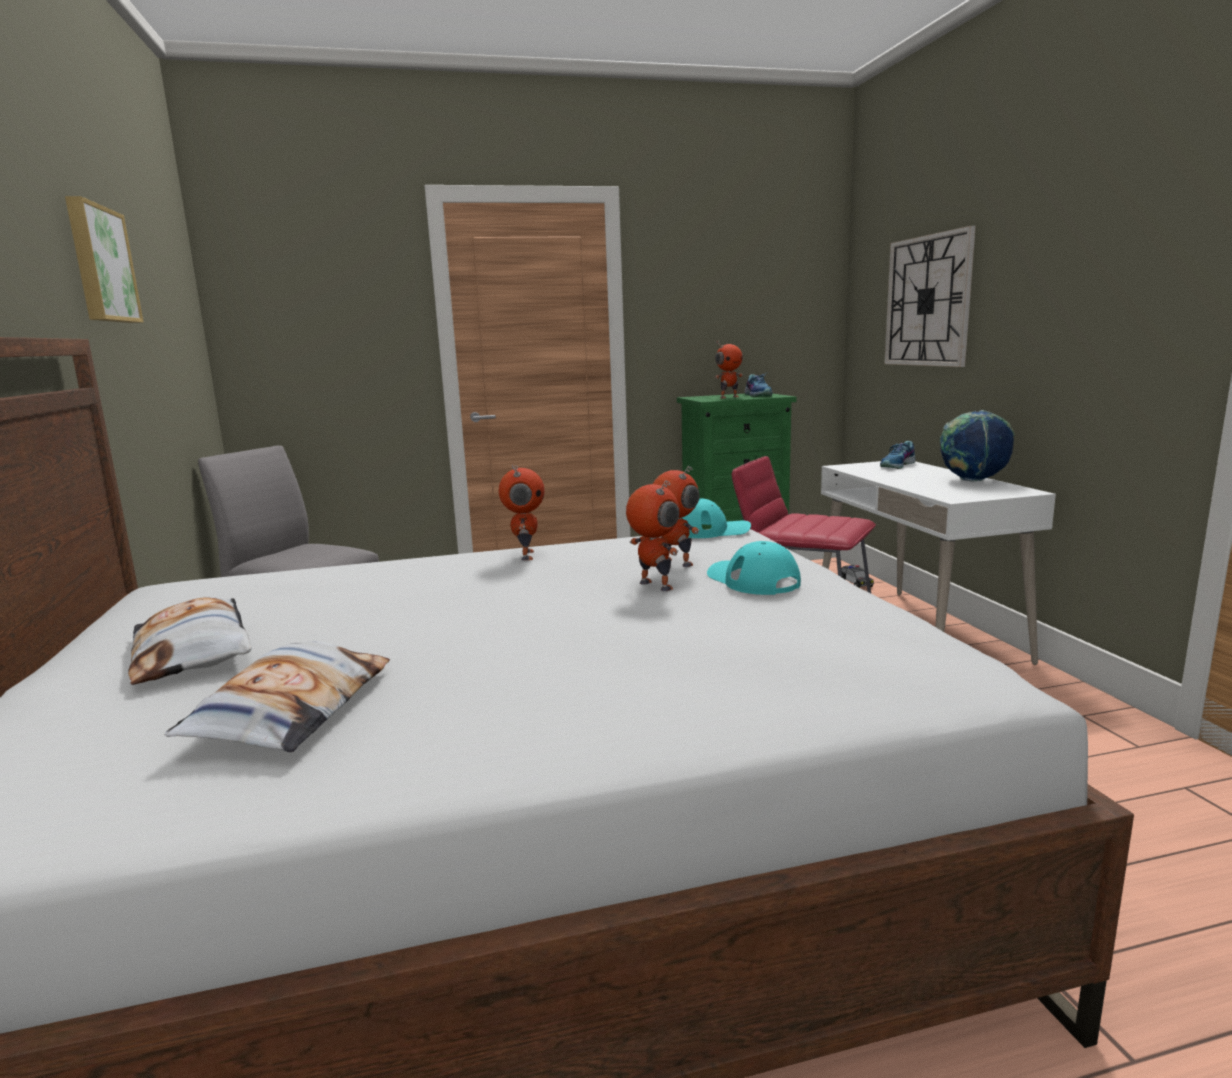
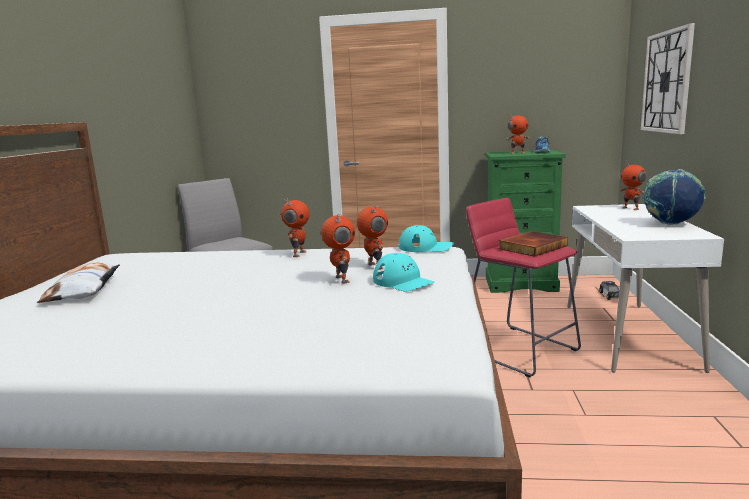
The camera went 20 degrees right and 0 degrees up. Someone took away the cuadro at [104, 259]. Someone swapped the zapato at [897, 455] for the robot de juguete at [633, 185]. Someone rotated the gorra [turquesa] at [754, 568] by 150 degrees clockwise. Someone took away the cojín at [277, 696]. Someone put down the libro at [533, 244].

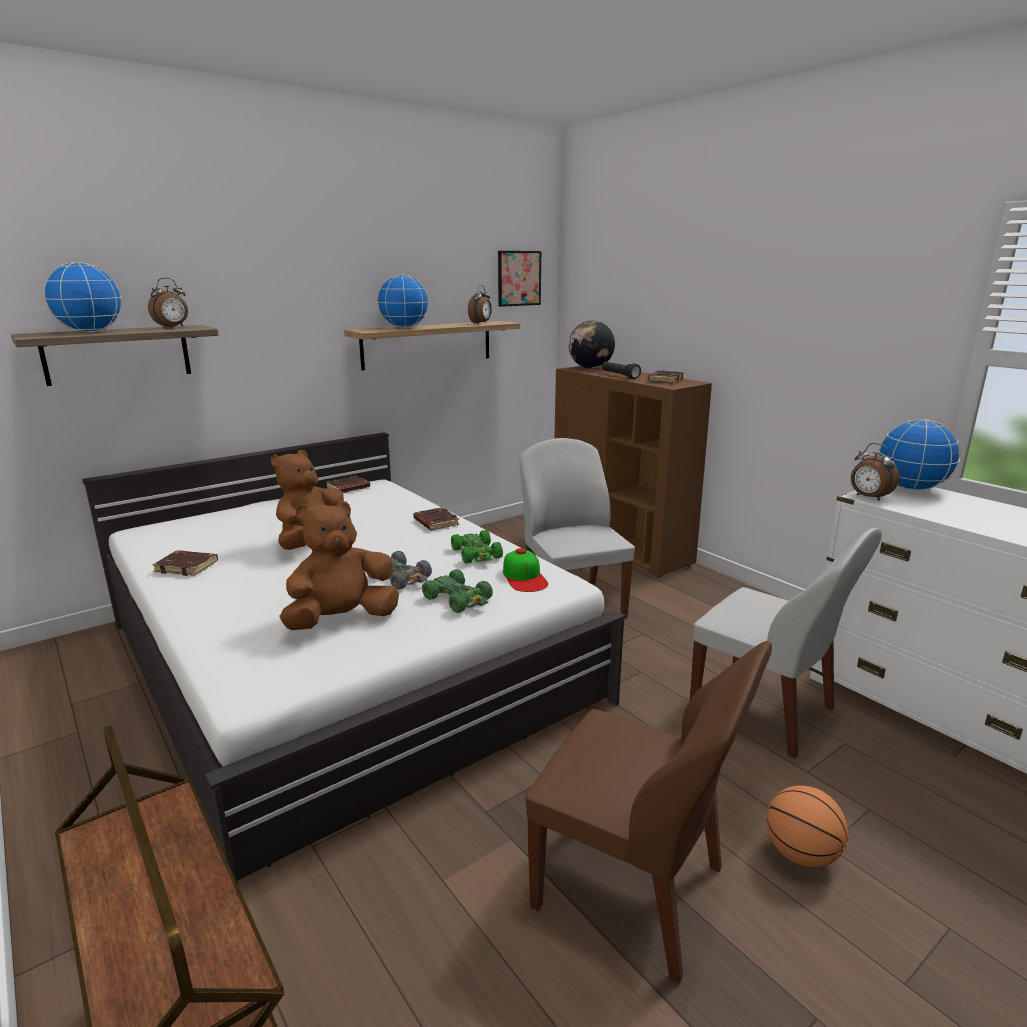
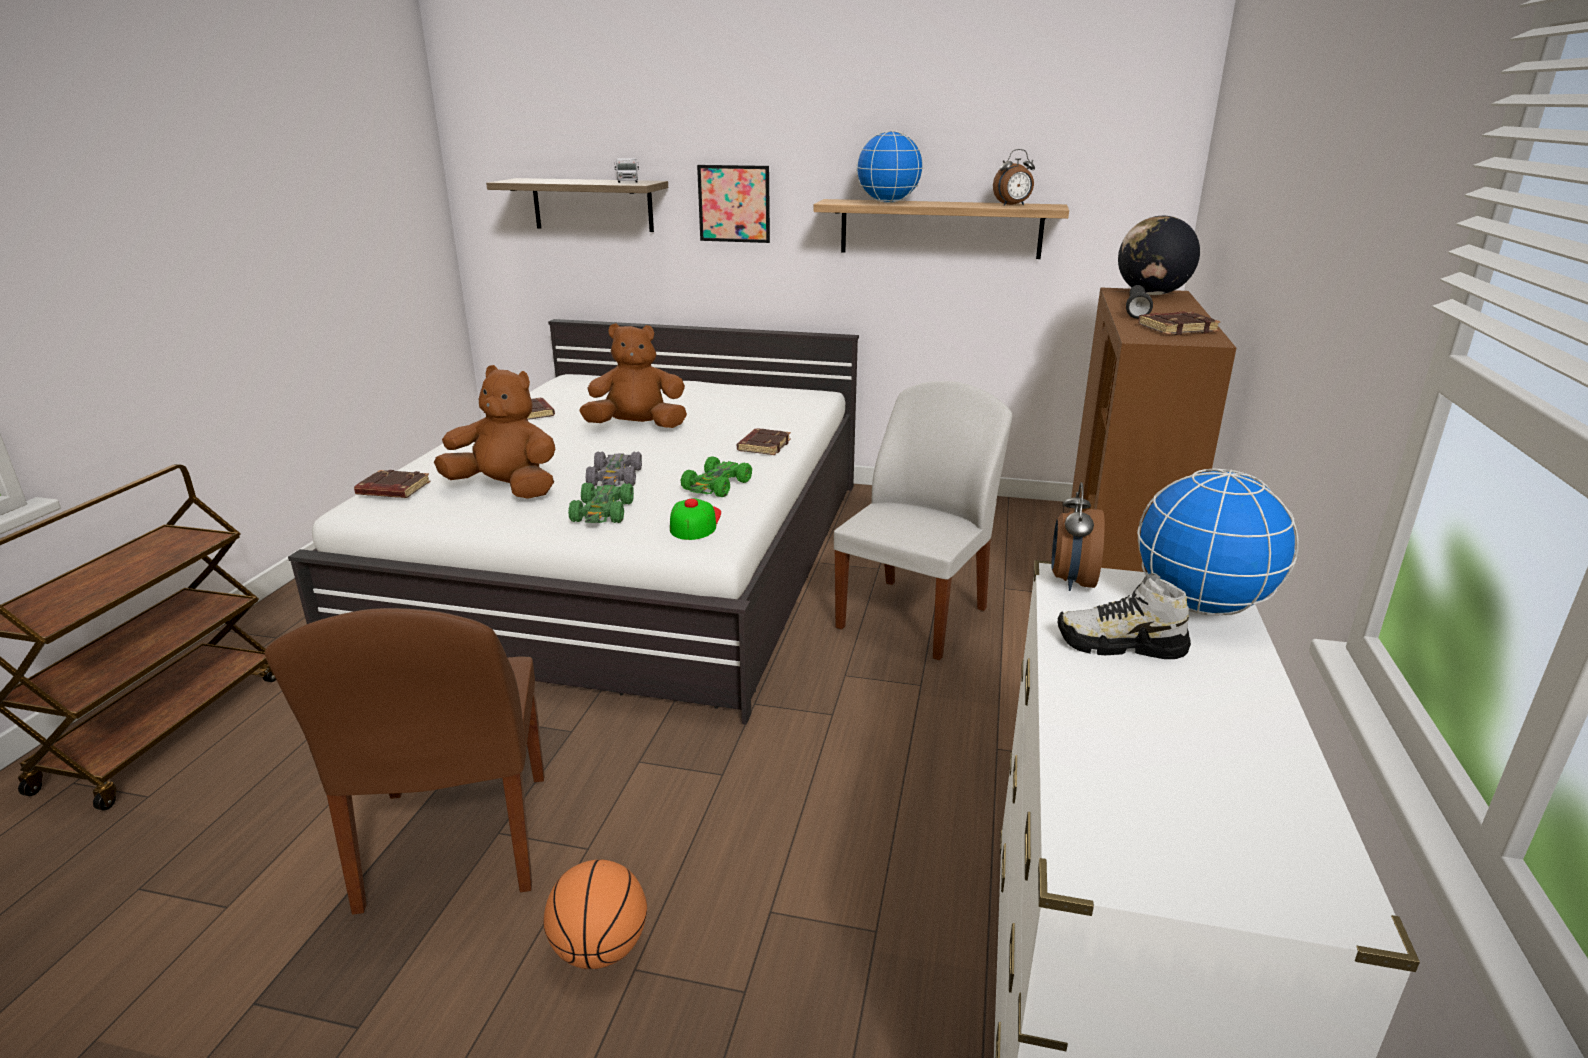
The camera went 50 degrees right and 5 degrees up. Someone carried the cuadro from [519, 279] to [733, 204]. Someone took away the globo terráqueo at [83, 297]. Someone swapped the despertador at [168, 303] for the camión de juguete at [626, 170]. Someone carried the libro [marrón] from [348, 484] to [392, 484]. Someone took away the silla [blanco] at [786, 643]. Someone rotated the gorra at [525, 570] by 150 degrees clockwise. Someone put down the zapato at [1124, 616].

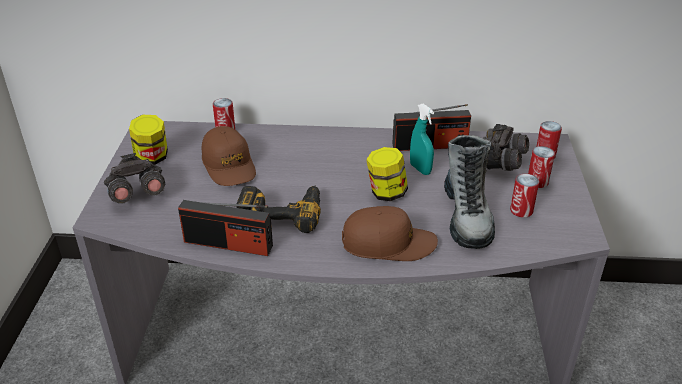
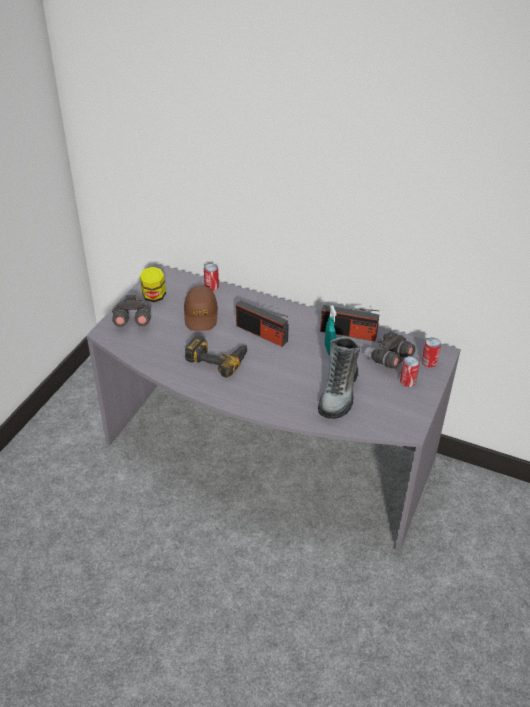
The camera went 20 degrees right and 5 degrees up. Someone took away the tarro at [387, 174]. Someone took away the lata at [524, 196]. Someone carried the radio from [225, 228] to [262, 323]. Someone took away the gorra [marrón] at [390, 233].

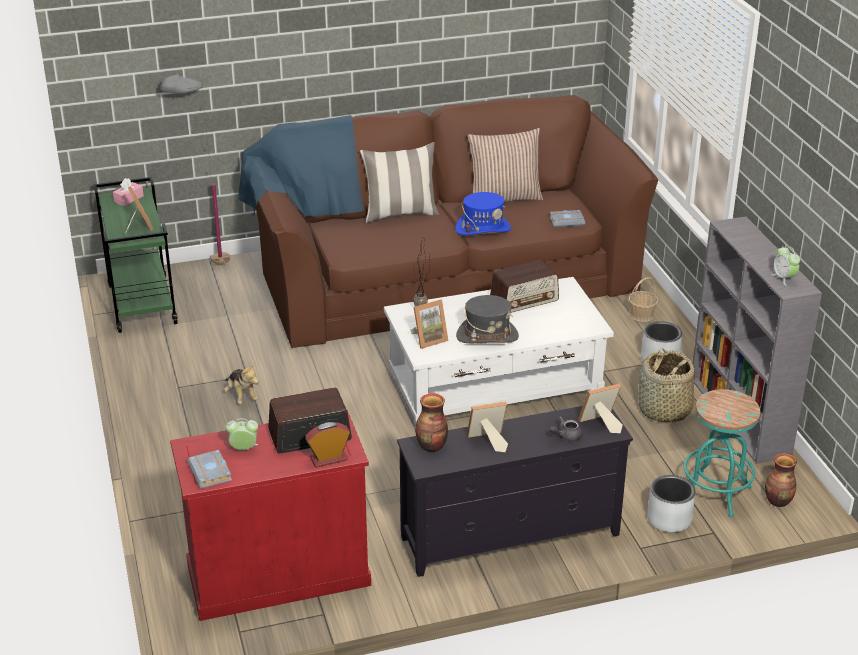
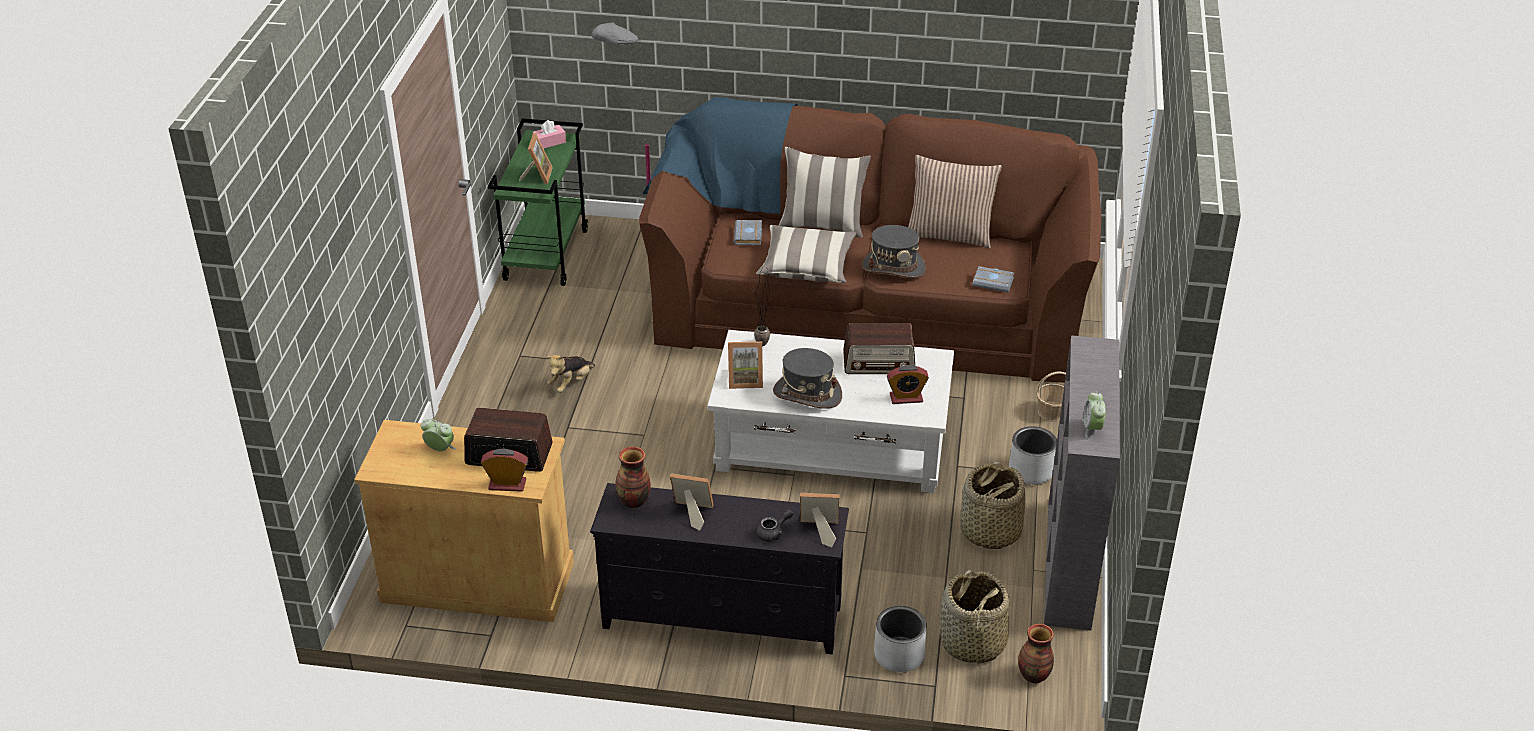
The camera went 25 degrees right and 5 degrees up. Someone repainted the sombrero [azul] at [483, 213], which became the sombrero [gris] at [894, 251]. Someone rotated the peluche at [241, 383] by 45 degrees clockwise. Someone swapped the taburete [turquesa] at [722, 453] for the cesta at [974, 618]. Someone repainted the armario [rojo] at [270, 515], which became the armario [beis] at [464, 521]. Someone rotated the tetera [gris] at [565, 429] by 150 degrees clockwise. Someone carried the libro [gris] from [210, 469] to [748, 232]. Someone put down the cojín at [806, 254]. Someone put down the despertador at [908, 384].

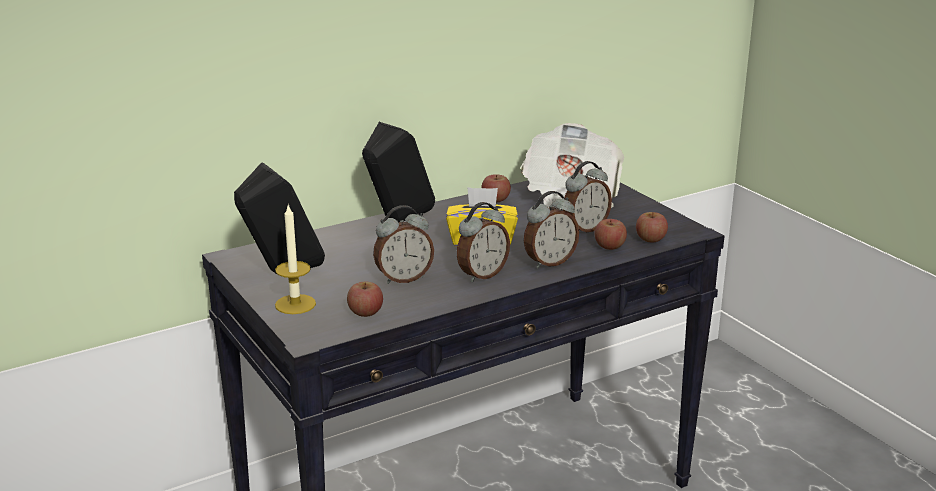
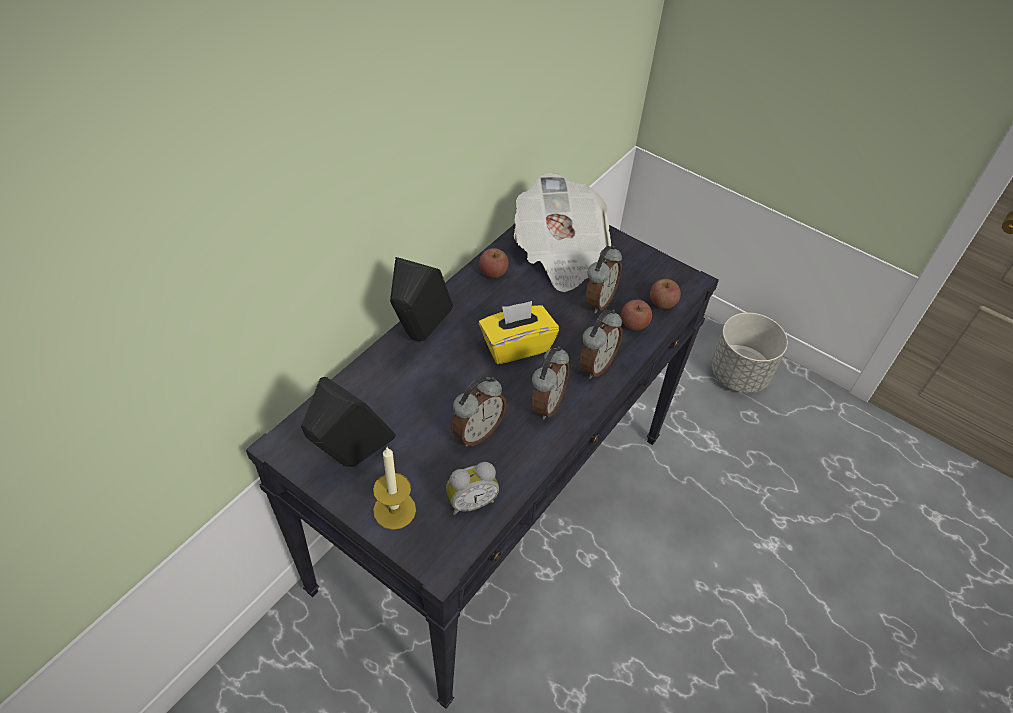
The camera went 25 degrees left and 25 degrees up. Someone swapped the manzana at [365, 299] for the despertador at [472, 488]. Someone put down the maceta [gris] at [749, 353].

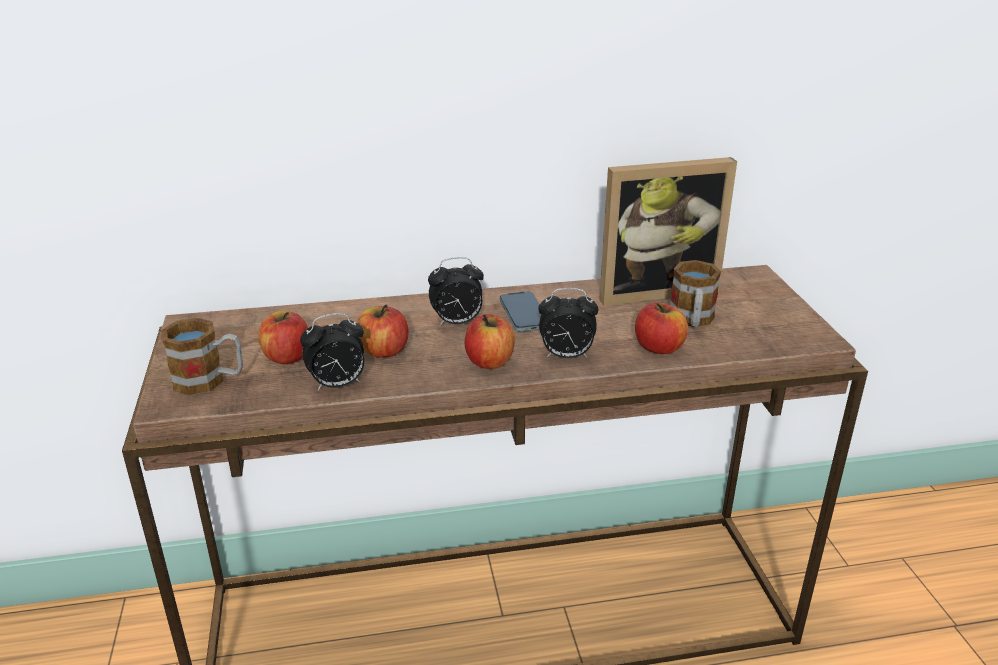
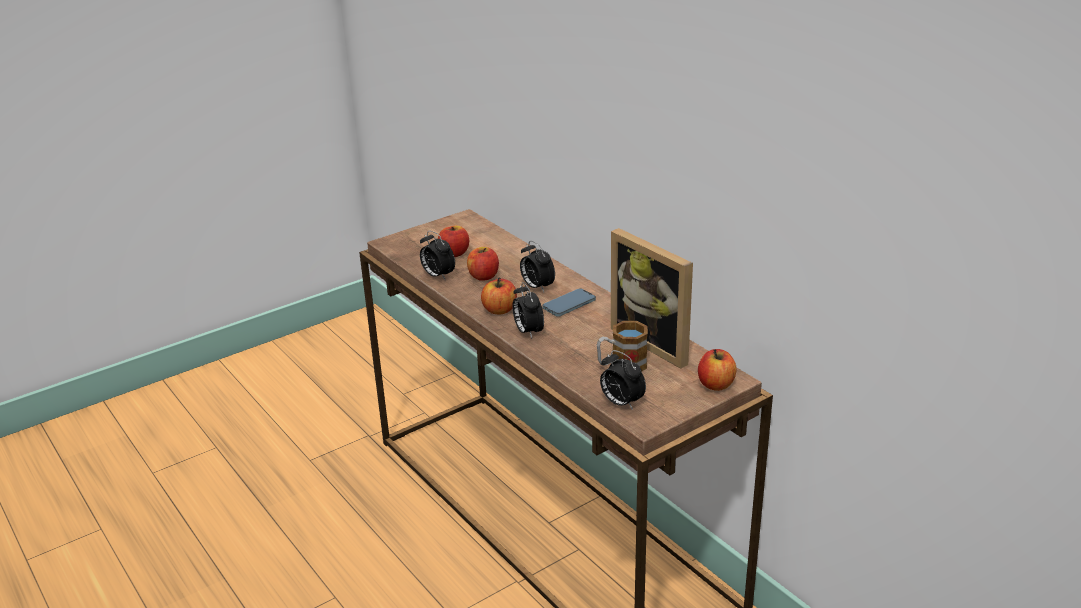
The camera went 65 degrees right and 0 degrees up. Someone carried the manzana from [661, 328] to [717, 370]. Someone took away the taza grande at [202, 356]. Someone put down the despertador at [623, 380].

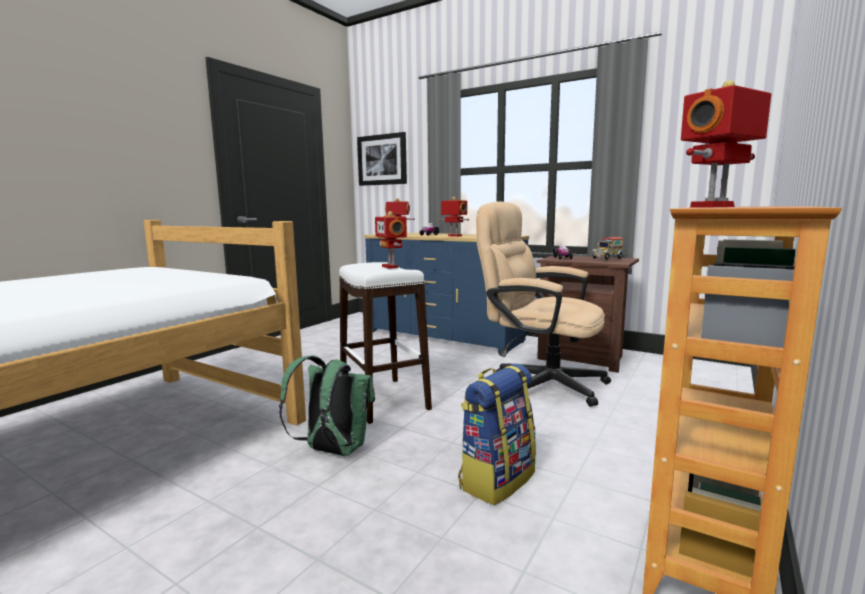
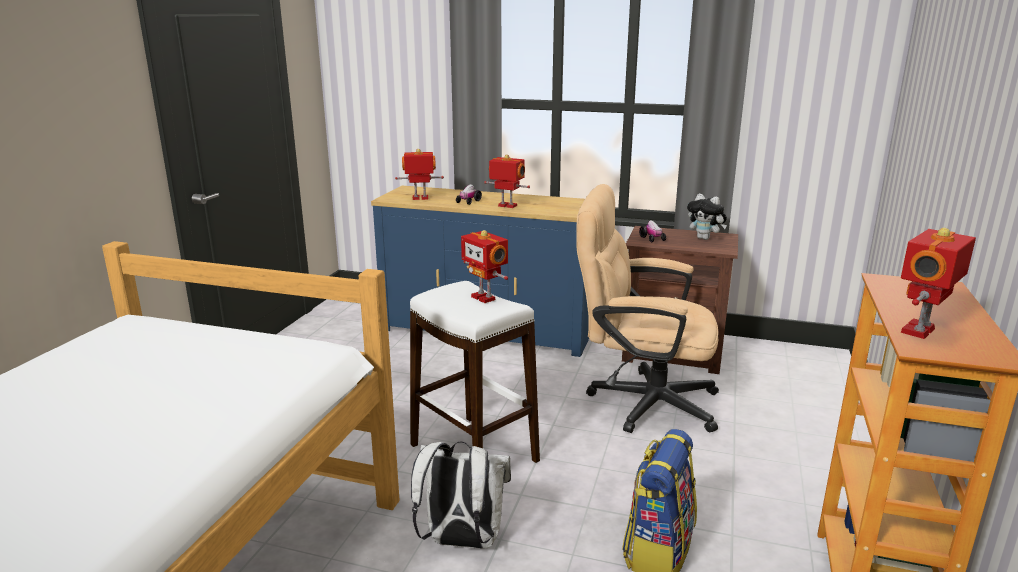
The camera went 15 degrees left and 10 degrees up. Someone took away the cuadro at [382, 159]. Someone swapped the camión de juguete at [608, 248] for the peluche at [707, 217]. Someone repainted the mochila [verde] at [327, 406], which became the mochila [blanco] at [461, 495].

